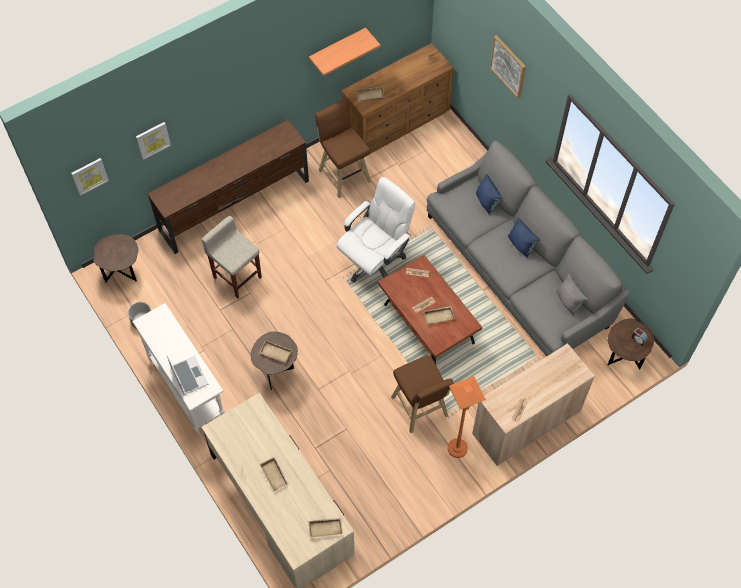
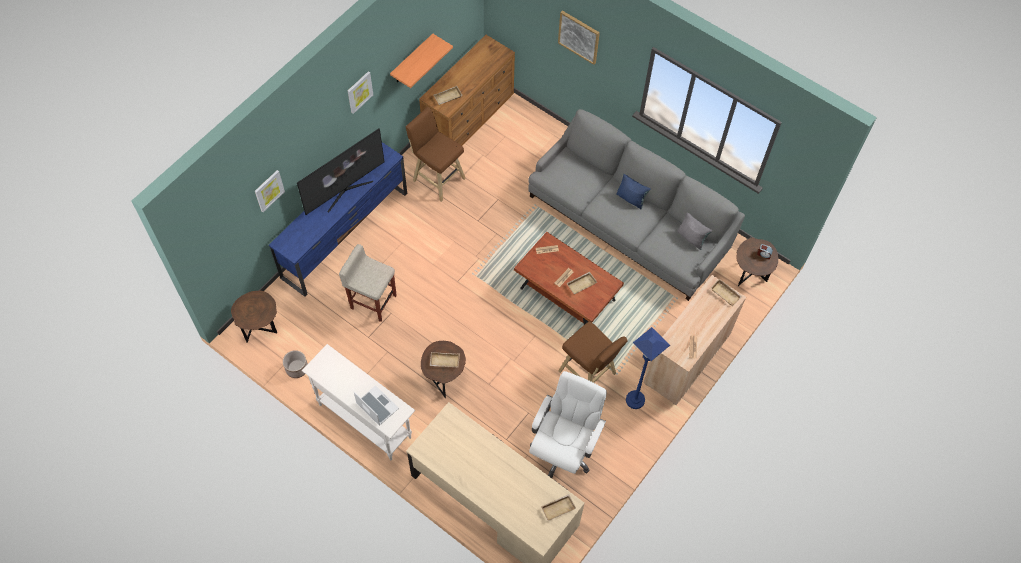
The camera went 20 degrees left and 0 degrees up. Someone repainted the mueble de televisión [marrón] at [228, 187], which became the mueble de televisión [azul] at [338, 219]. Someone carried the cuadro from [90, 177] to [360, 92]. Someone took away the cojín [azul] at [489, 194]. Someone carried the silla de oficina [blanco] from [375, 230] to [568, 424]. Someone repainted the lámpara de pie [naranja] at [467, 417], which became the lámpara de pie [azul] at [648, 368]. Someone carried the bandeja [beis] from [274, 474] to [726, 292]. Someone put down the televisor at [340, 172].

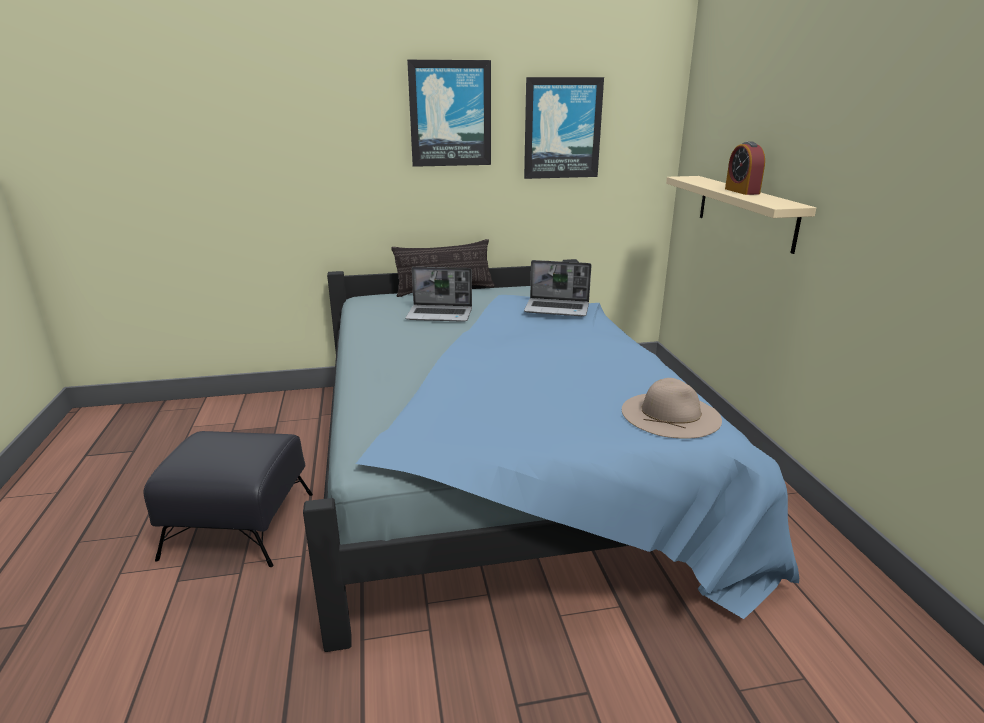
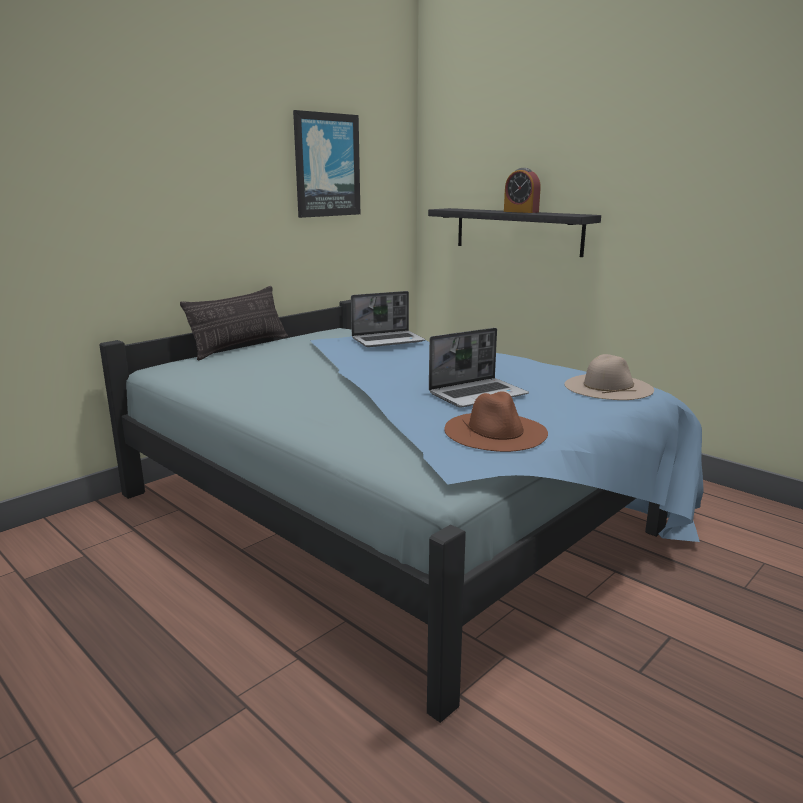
The camera went 35 degrees left and 5 degrees down. Someone took away the cuadro at [449, 113]. Someone repainted the estante [beis] at [741, 215], which became the estante [negro] at [514, 232]. Someone carried the portátil from [438, 294] to [479, 368]. Someone took away the puf [negro] at [228, 499]. Someone put down the sombrero [marrón] at [496, 421].

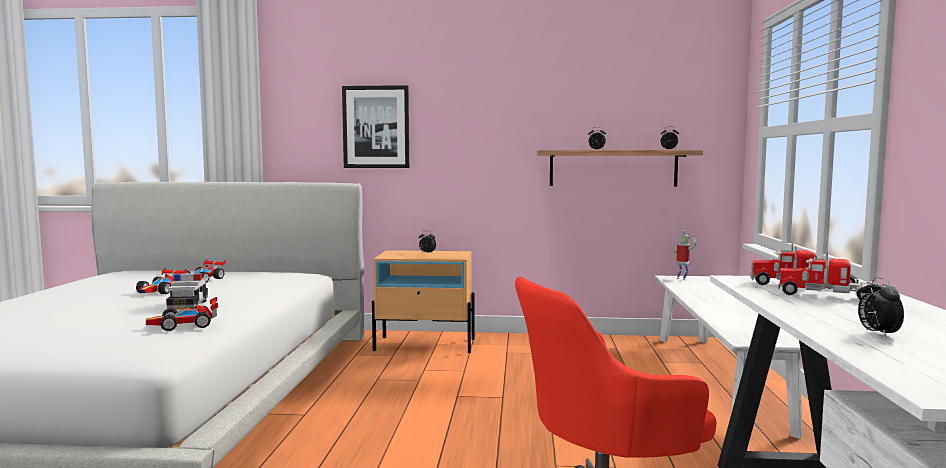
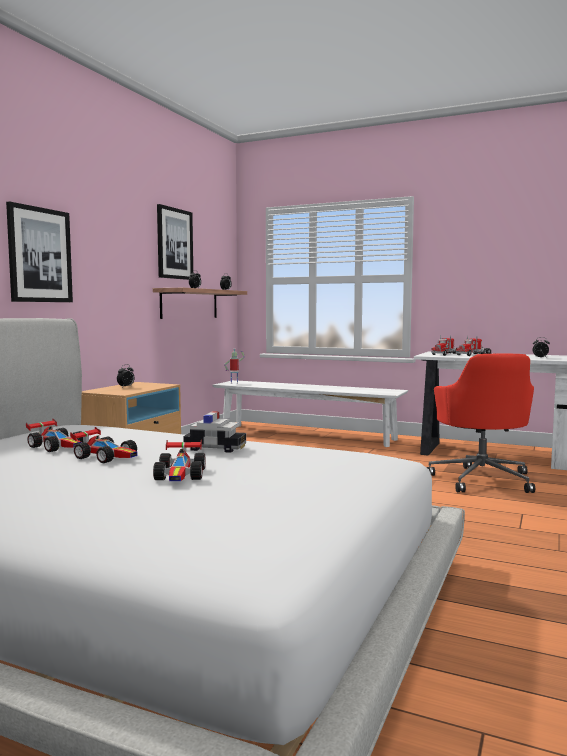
The camera went 70 degrees left and 0 degrees up. Someone carried the coche de juguete from [182, 314] to [179, 460]. Someone put up the cuadro at [175, 242].

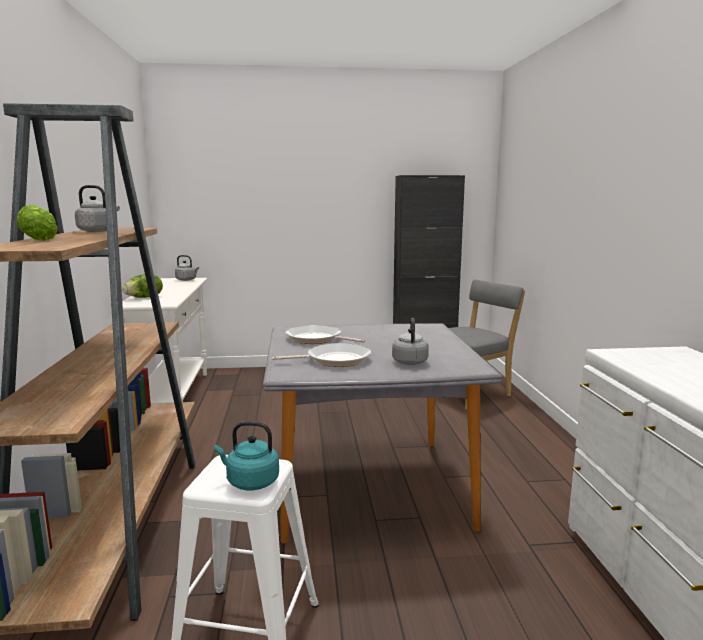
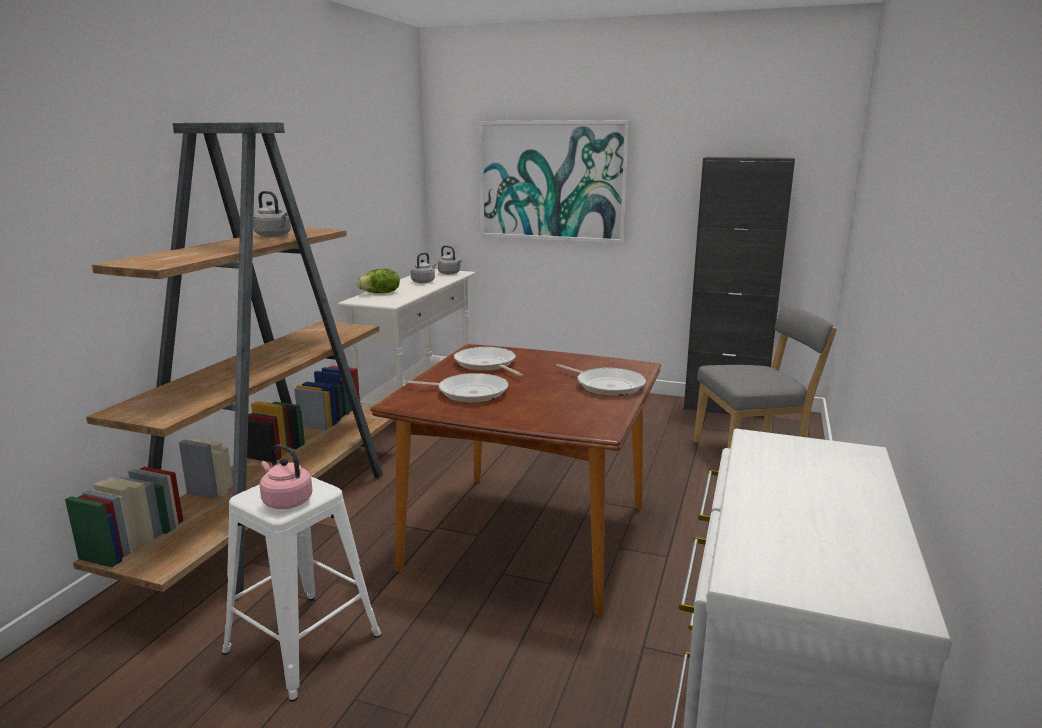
The camera went 25 degrees right and 5 degrees up. Someone took away the lechuga at [37, 223]. Someone carried the hervidor [gris] from [410, 341] to [423, 268]. Someone repainted the mesa de comedor [gris] at [383, 433], which became the mesa de comedor [marrón] at [515, 480]. Someone repainted the hervidor [turquesa] at [246, 455], which became the hervidor [rosa] at [286, 476]. Someone put up the cuadro at [555, 181]. Someone put down the sartén at [601, 380].

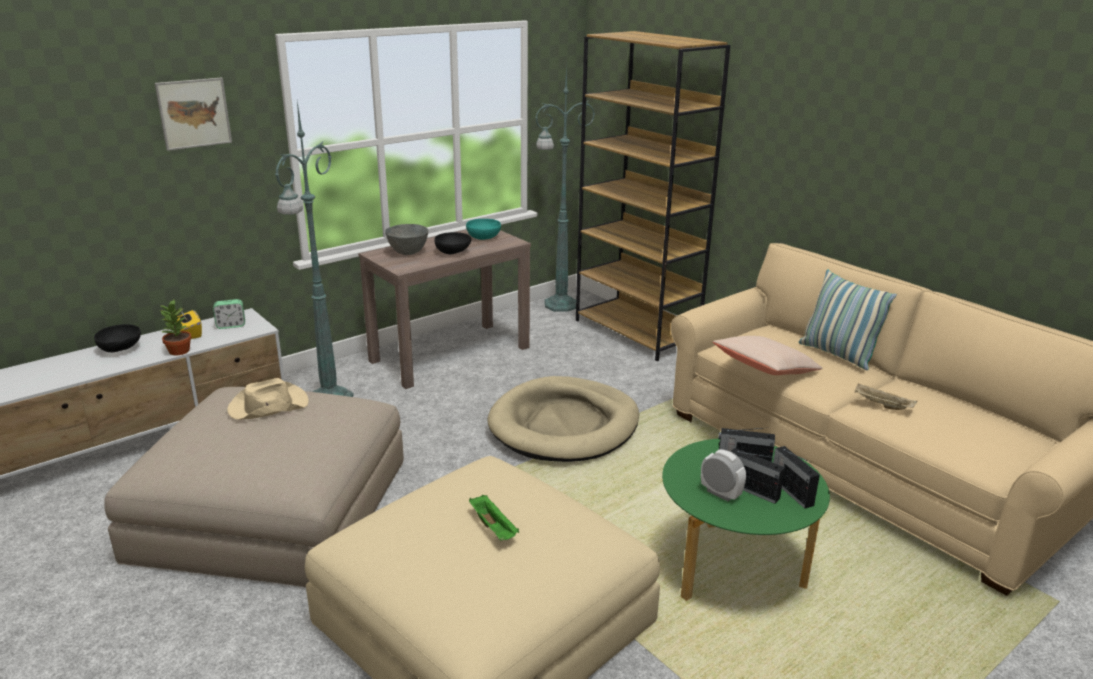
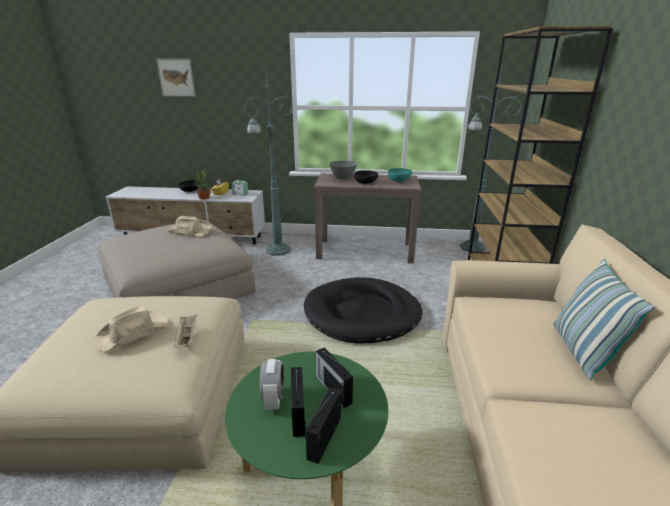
The camera went 45 degrees right and 0 degrees up. Someone carried the cuadro from [193, 114] to [176, 78]. Someone took away the cojín [beis] at [768, 355]. Someone repainted the cama para perro [beis] at [563, 419], which became the cama para perro [negro] at [363, 310]. Someone carried the bandeja [beis] from [886, 397] to [185, 331]. Someone swapped the bandeja [verde] at [494, 517] for the sombrero [beis] at [131, 329].

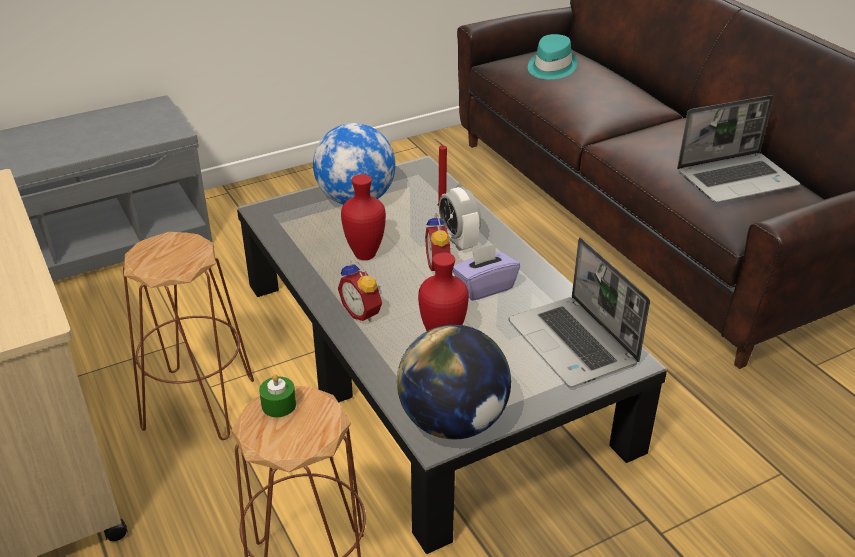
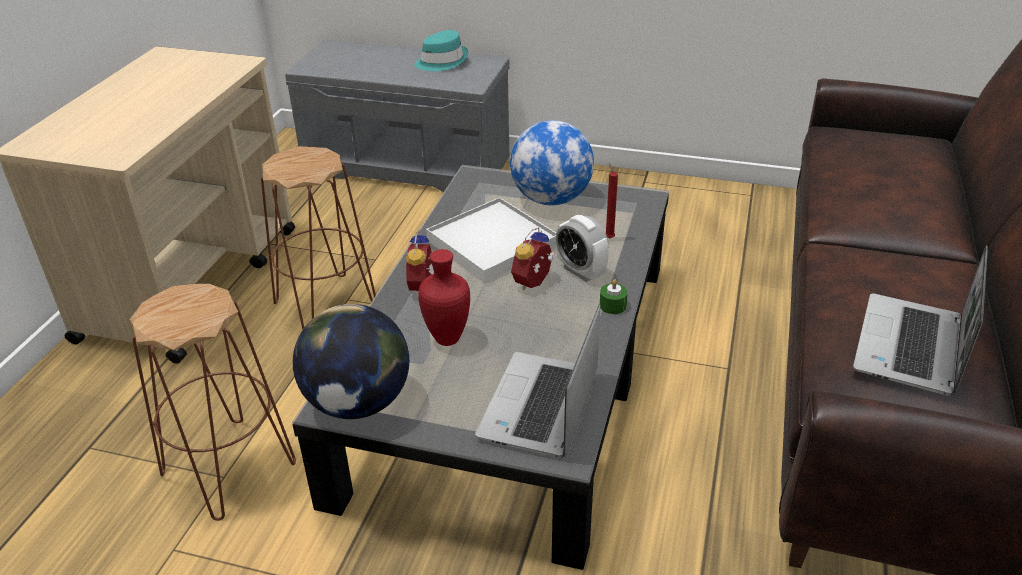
The camera went 45 degrees right and 0 degrees up. Someone carried the sombrero [turquesa] from [553, 56] to [441, 50]. Someone rotated the portátil at [738, 149] by 90 degrees clockwise. Someone swapped the florero [rojo] at [363, 217] for the bandeja [blanco] at [491, 240]. Someone rotated the despertador at [460, 219] by 60 degrees counterclockwise. Someone took away the caja de pañuelos [morado] at [486, 272]. Someone carried the vela [verde] from [277, 395] to [614, 296].

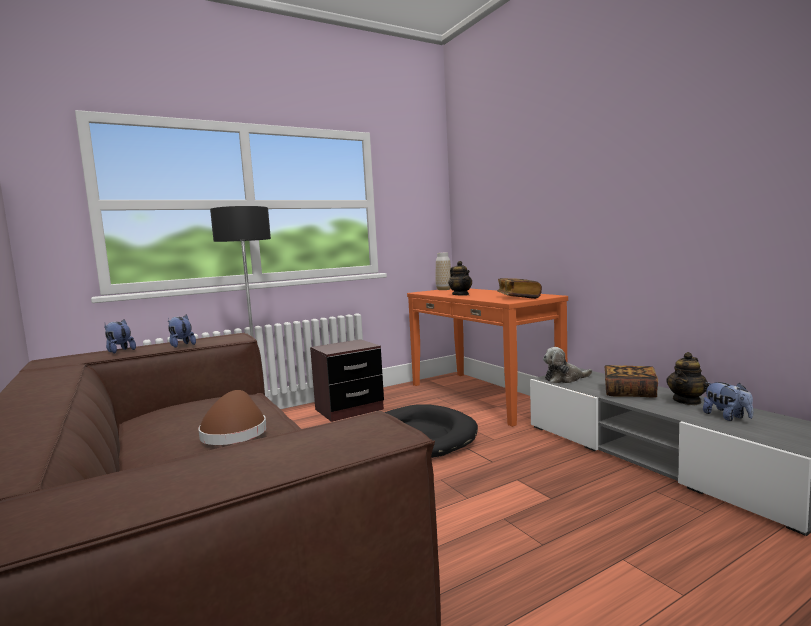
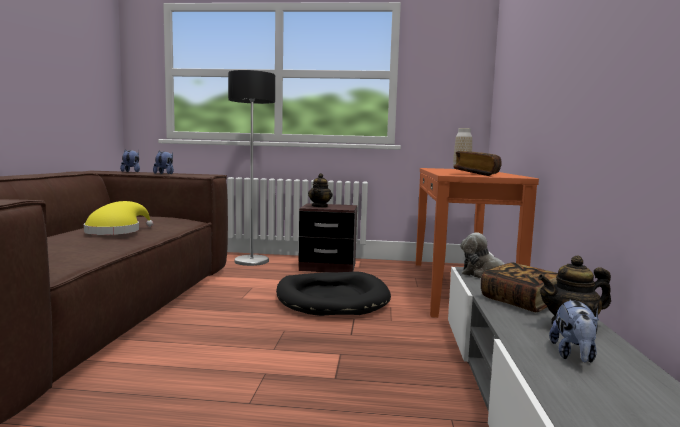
The camera went 35 degrees right and 0 degrees up. Someone carried the tetera from [460, 278] to [320, 190]. Someone repainted the sombrero [marrón] at [232, 417], which became the sombrero [amarillo] at [119, 218].

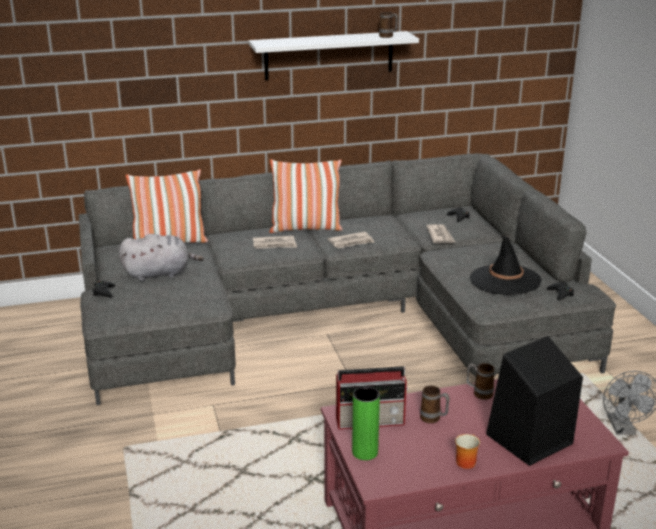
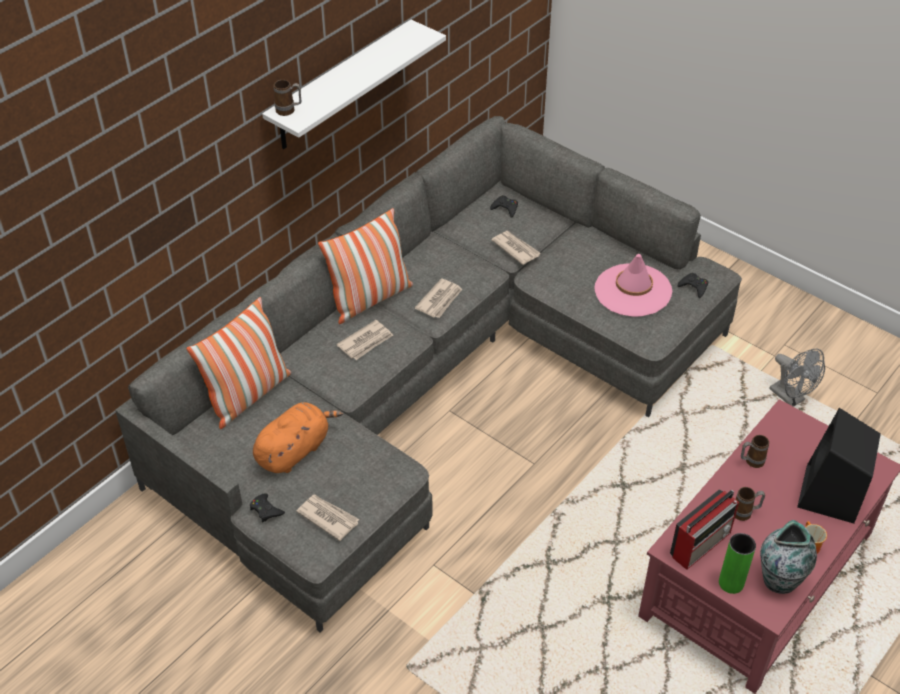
The camera went 35 degrees left and 20 degrees up. Someone carried the taza grande from [388, 25] to [287, 98]. Someone repainted the peluche [gris] at [161, 257], which became the peluche [naranja] at [298, 437]. Someone repainted the sombrero [negro] at [506, 265], which became the sombrero [rosa] at [633, 285]. Someone put down the periódico at [327, 518]. Someone put down the florero at [788, 557].

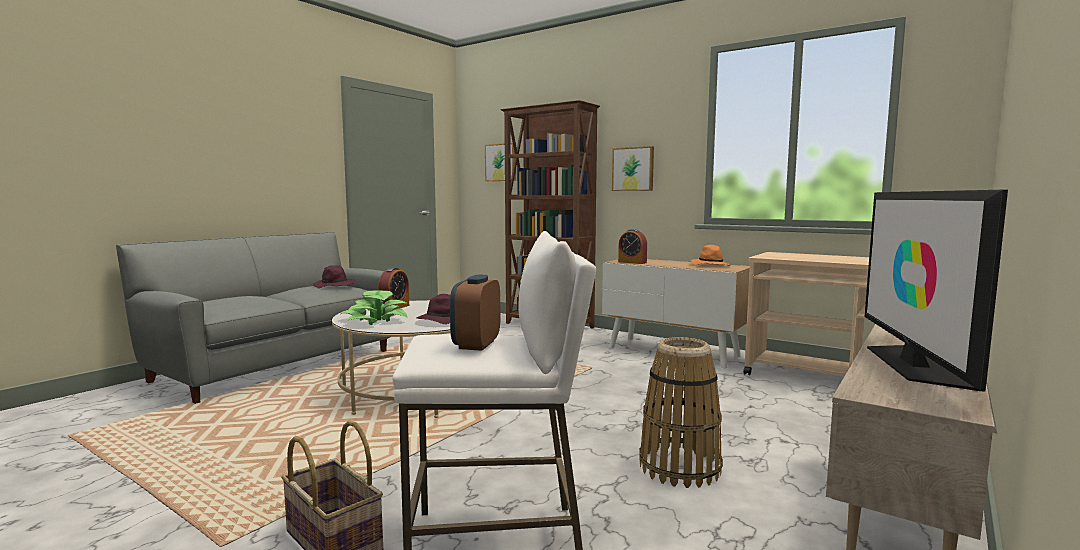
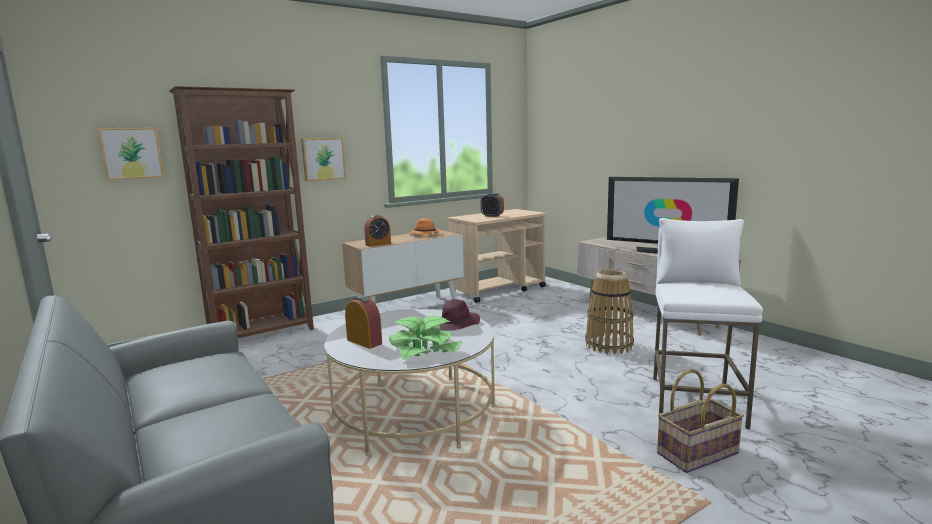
The camera went 70 degrees left and 5 degrees up. Someone took away the sombrero [morado] at [335, 276]. Someone carried the despertador from [475, 313] to [492, 205].

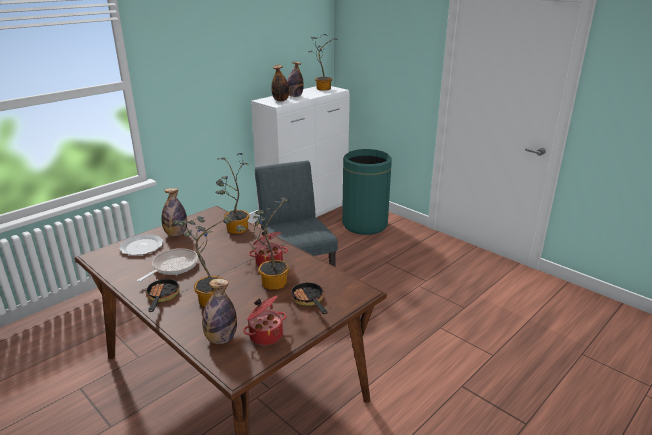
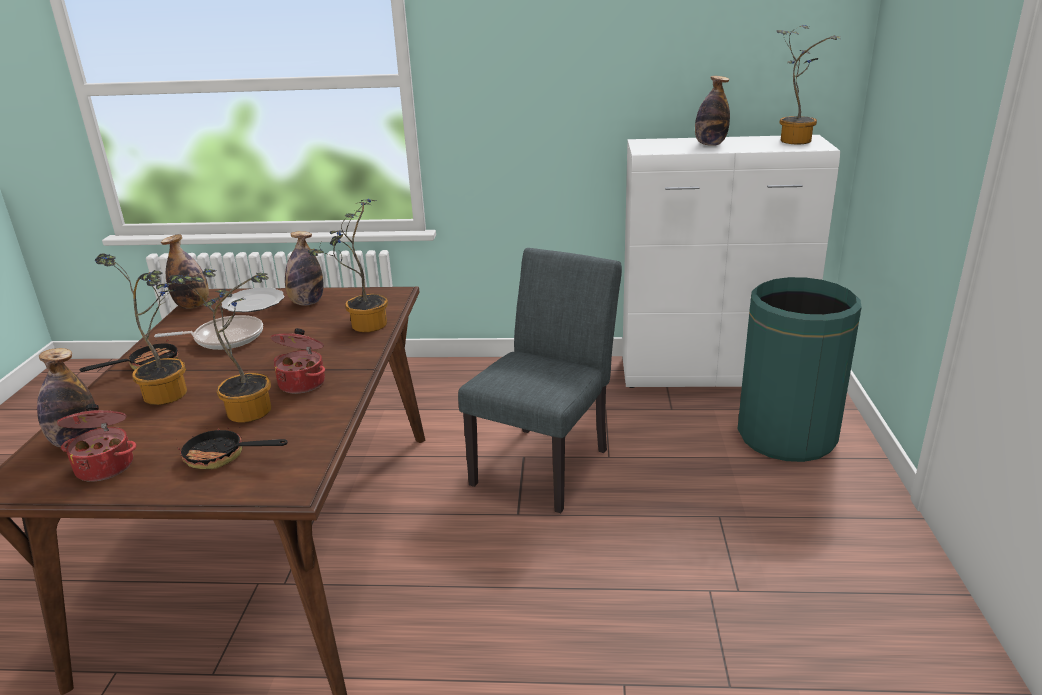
The camera went 50 degrees right and 0 degrees up. Someone carried the botella from [280, 83] to [185, 271]. Someone rotated the sartén at [309, 298] by 105 degrees counterclockwise.

